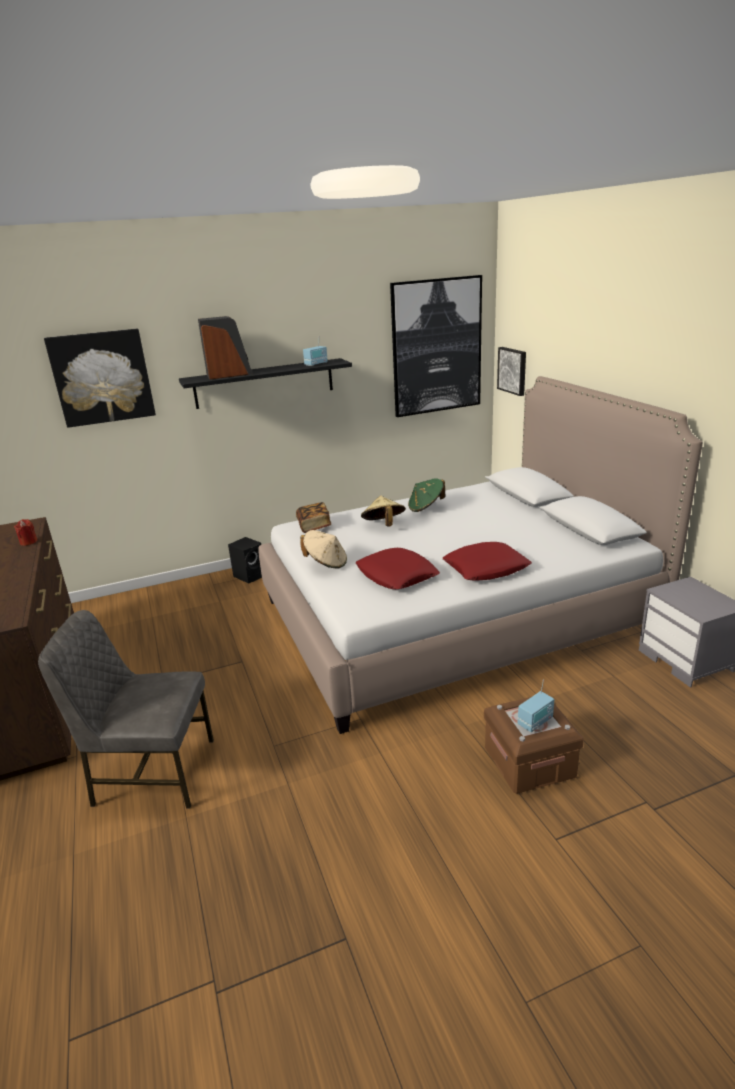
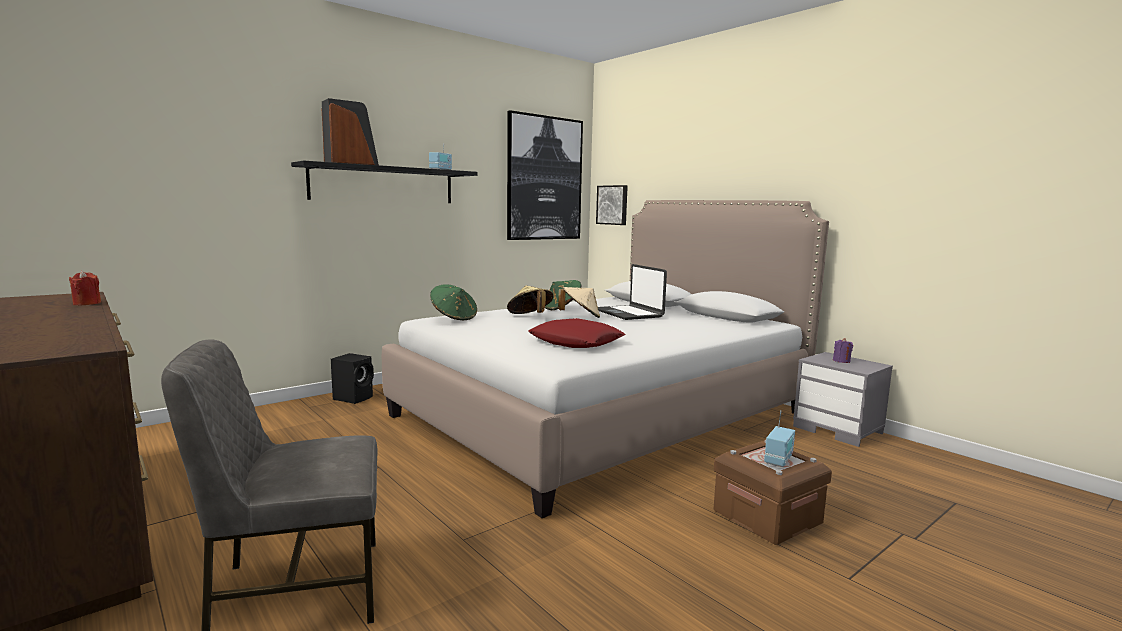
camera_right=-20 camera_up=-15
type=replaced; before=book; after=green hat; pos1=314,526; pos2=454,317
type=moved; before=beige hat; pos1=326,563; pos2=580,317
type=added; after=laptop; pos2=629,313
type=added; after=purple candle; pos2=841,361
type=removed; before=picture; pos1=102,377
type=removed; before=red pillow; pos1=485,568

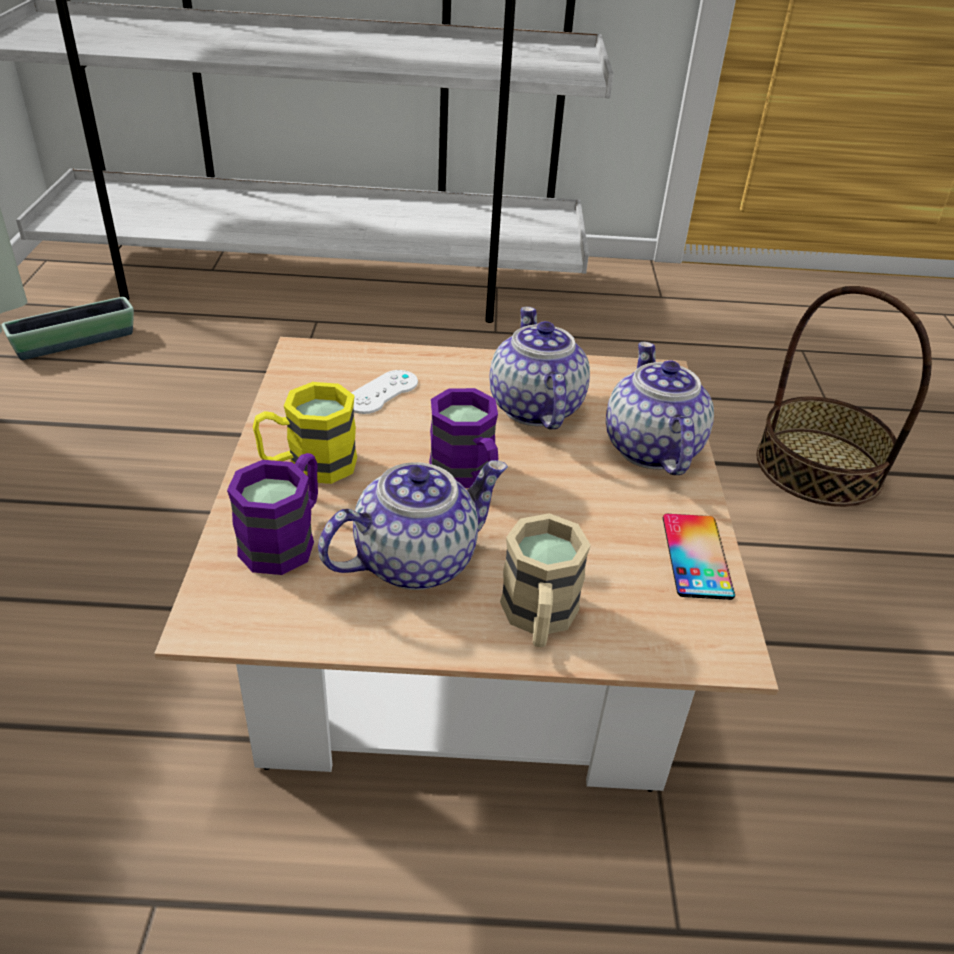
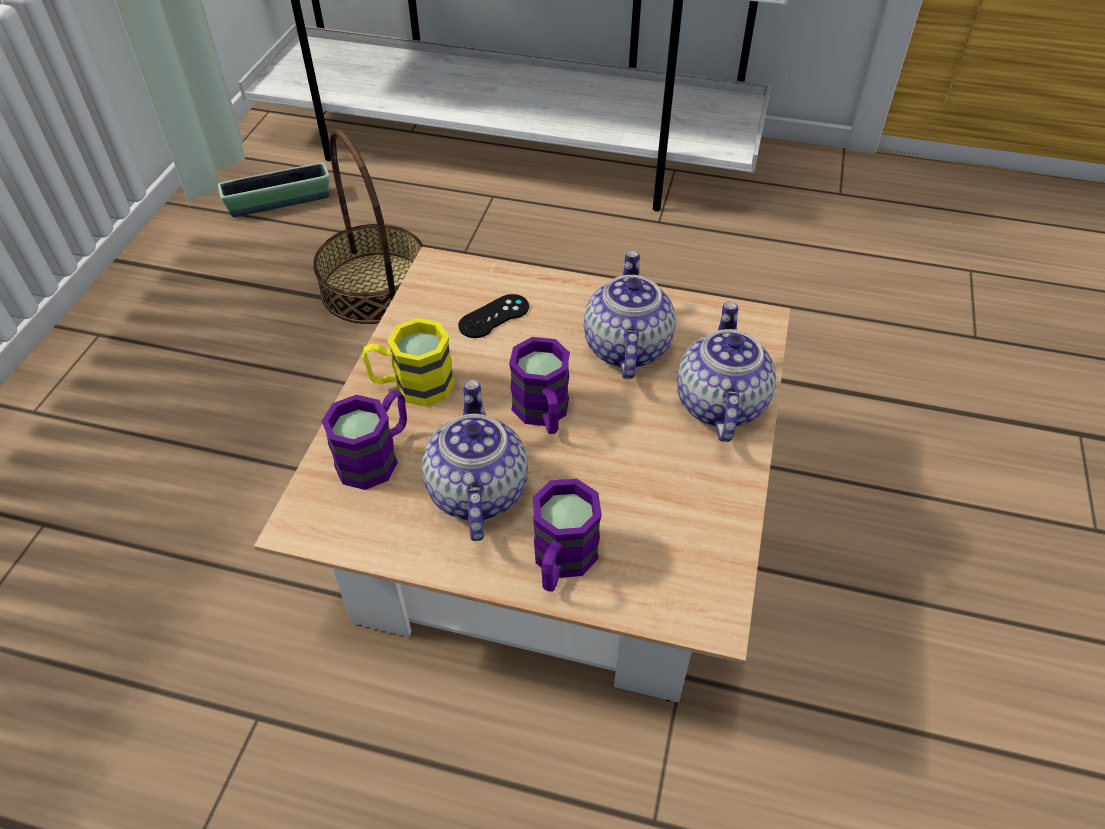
camera_right=15 camera_up=10
type=moved; before=basket; pos1=819,466; pos2=375,287
type=turned; before=teapot; pos1=415,559; pos2=476,490; turn=-75
type=recoloured; before=white game controller; after=black game controller; pos1=382,392; pos2=494,316
type=recoloured; before=beige mug; after=purple mug; pos1=539,619; pos2=561,562
type=removed; before=phone; pos1=696,556

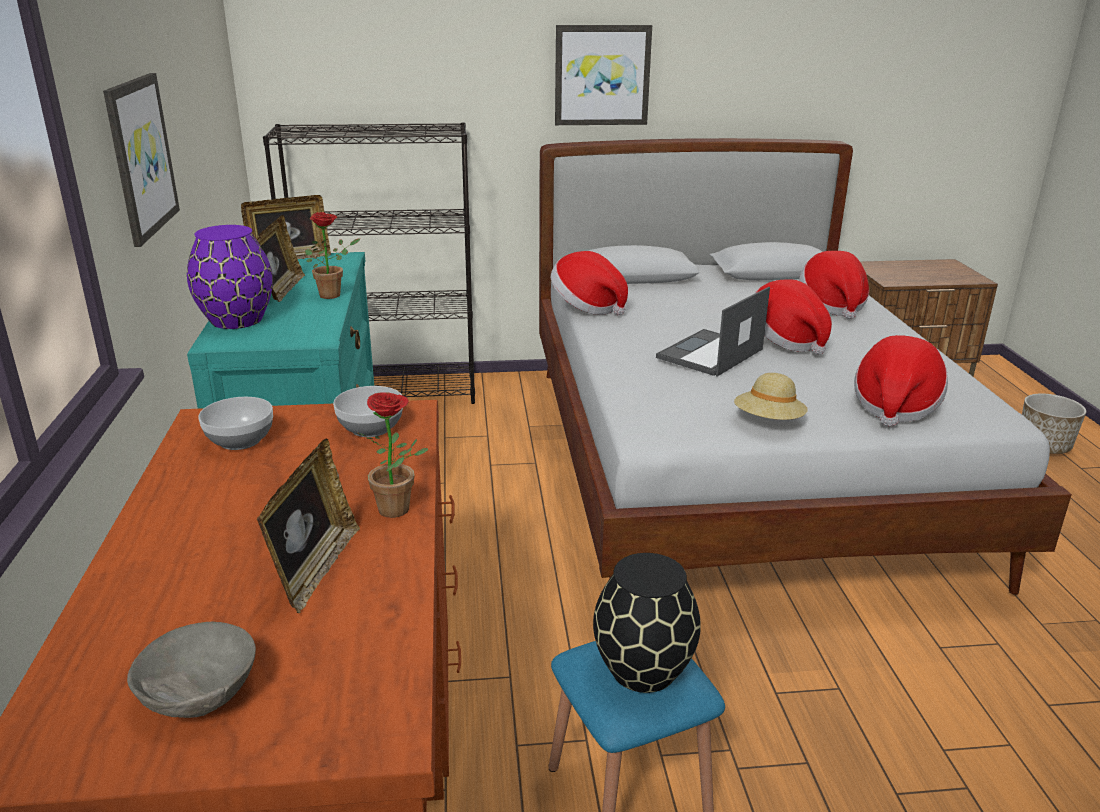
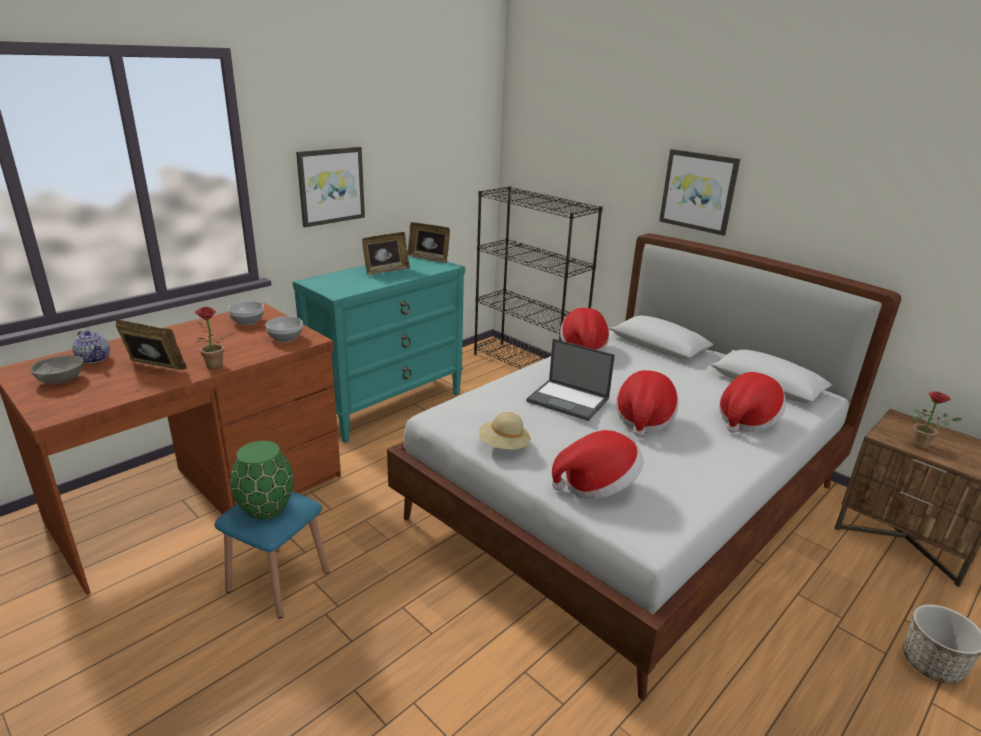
camera_right=50 camera_up=0
type=added; after=teapot; pos2=94,358
type=turned; before=picture frame; pos1=315,569; pos2=154,368; turn=-135
type=recoloured; before=black vase; after=green vase; pos1=644,670; pos2=266,508
type=turned; before=laptop; pos1=709,354; pos2=569,400; turn=-150
type=moved; before=potted plant; pos1=334,294; pos2=923,445
type=removed; before=purple vase; pos1=238,320

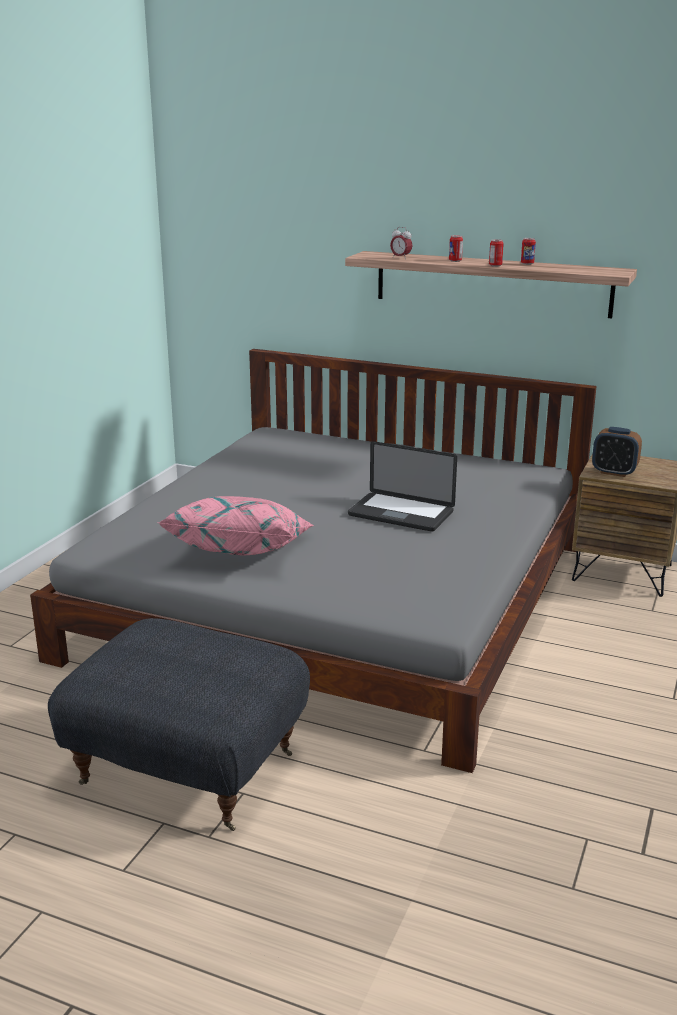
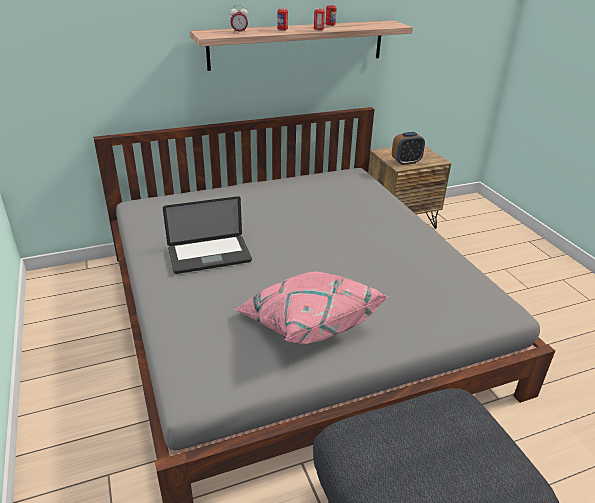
camera_right=-45 camera_up=10
type=moved; before=laptop; pos1=401,513; pos2=209,255

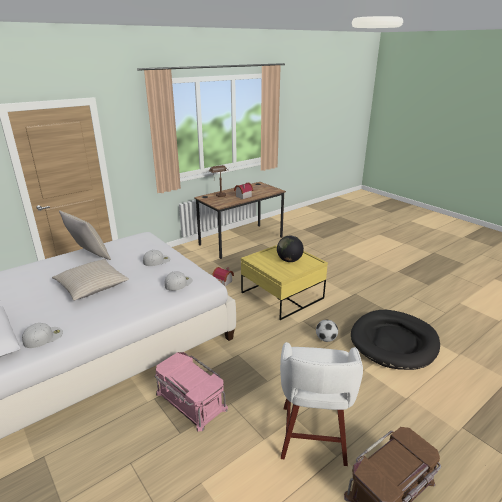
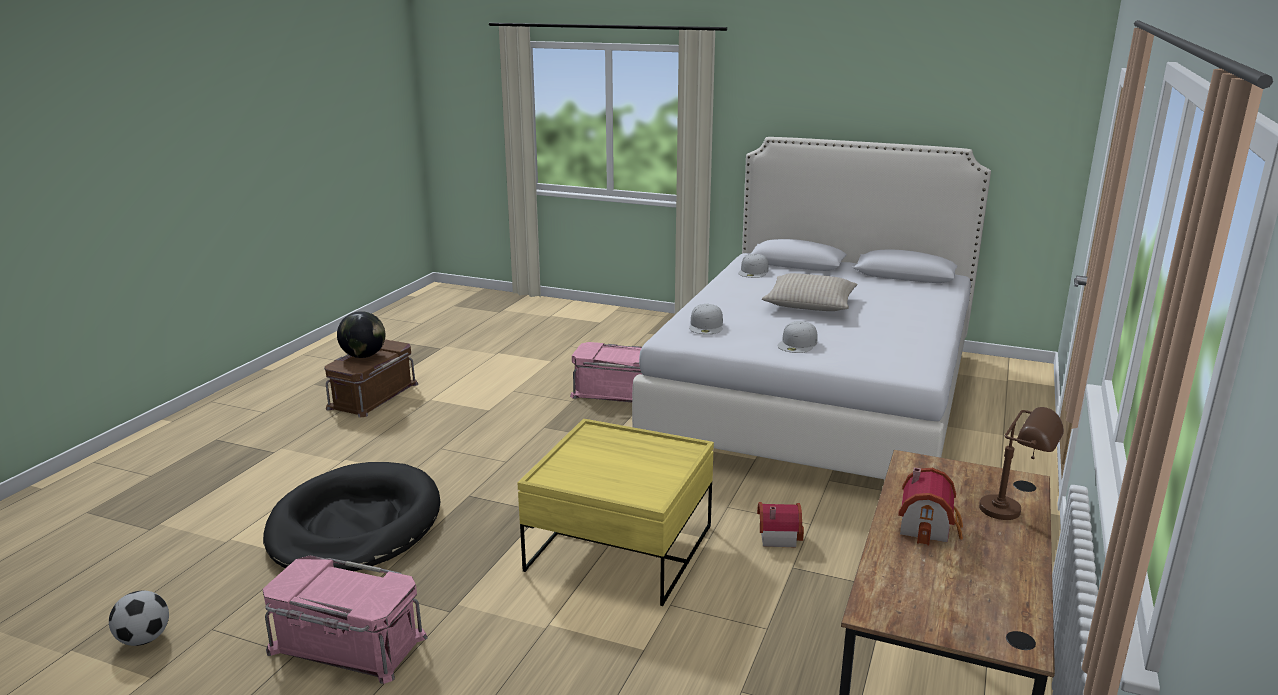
camera_right=150 camera_up=-5
type=moved; before=football; pos1=326,339; pos2=144,639
type=added; after=pink storage box; pos2=346,644
type=moved; before=globe; pos1=289,260; pos2=363,356
type=removed; before=beige pillow; pos1=89,256
type=removed; before=white stool; pos1=313,437

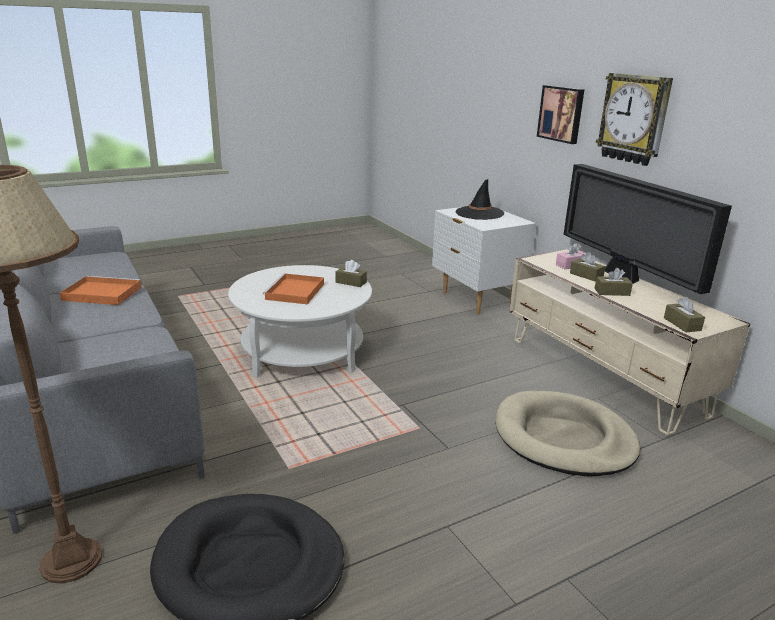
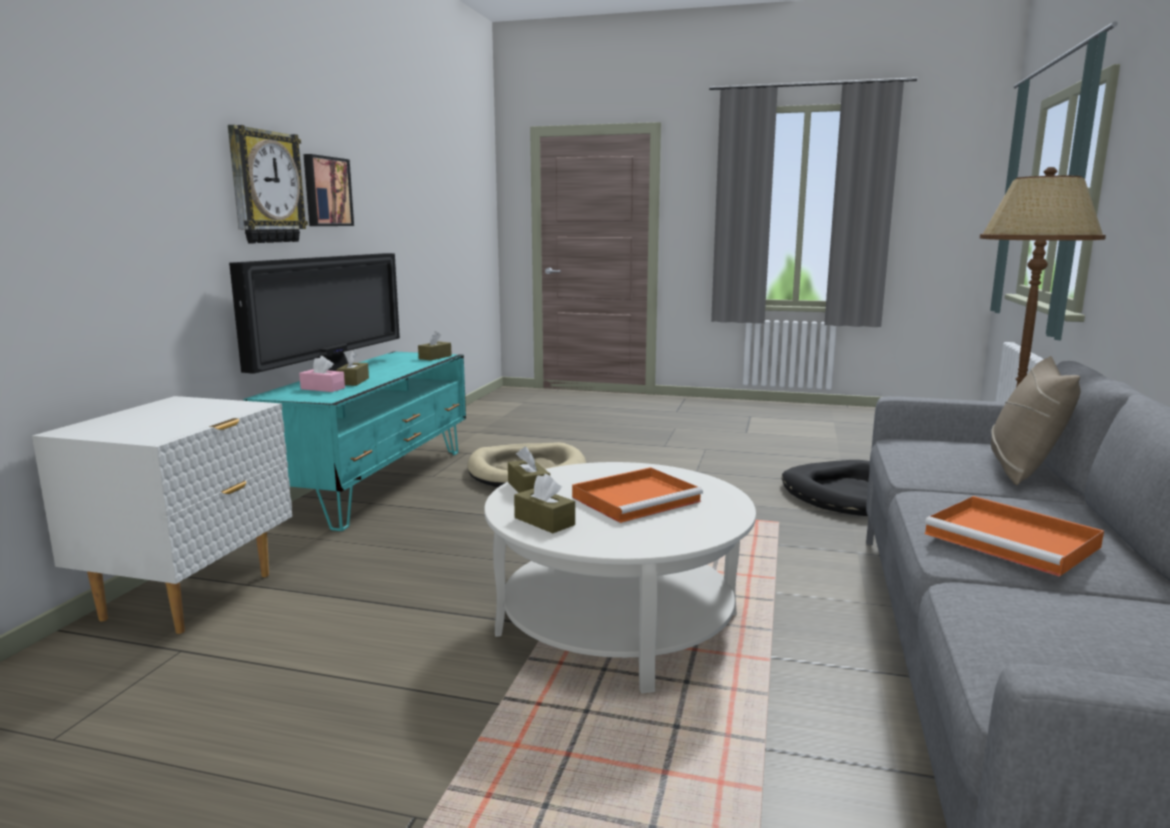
camera_right=-135 camera_up=-10
type=recoloured; before=beige tv stand; after=turquoise tv stand; pos1=603,375; pos2=377,483
type=moved; before=picture; pos1=561,114; pos2=326,191
type=moved; before=brown tissue box; pos1=612,292; pos2=544,521
type=added; after=beige pillow; pos2=1022,469
type=removed; before=black hat; pos1=479,213

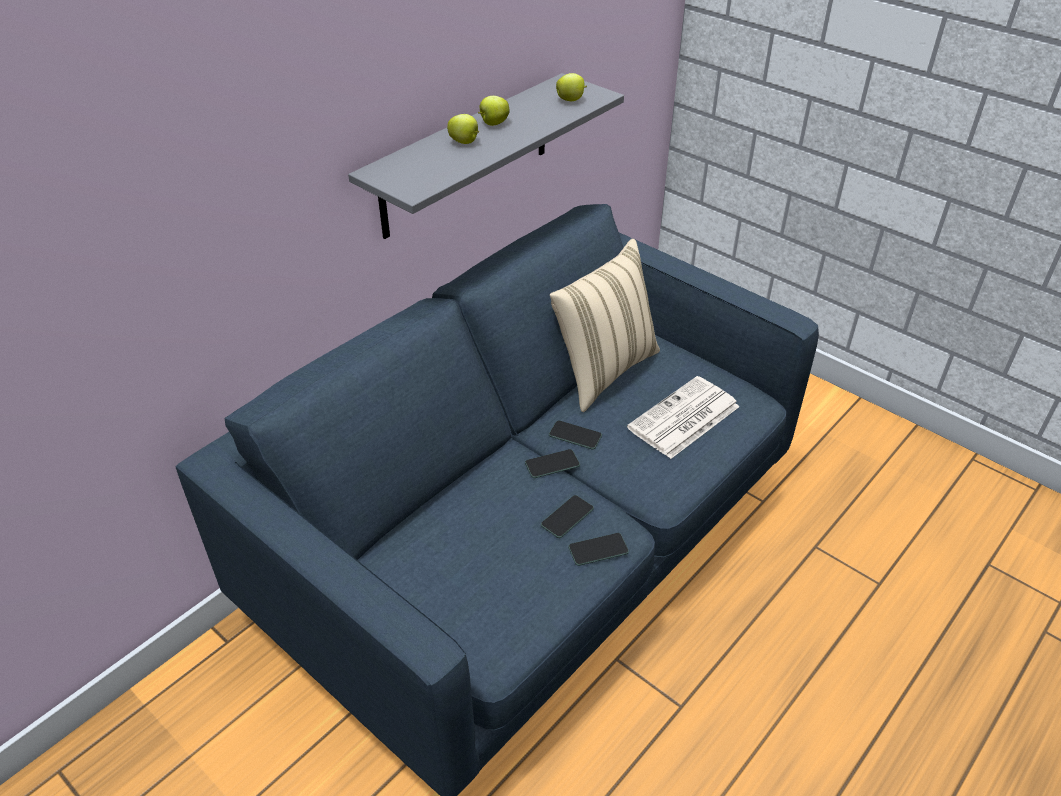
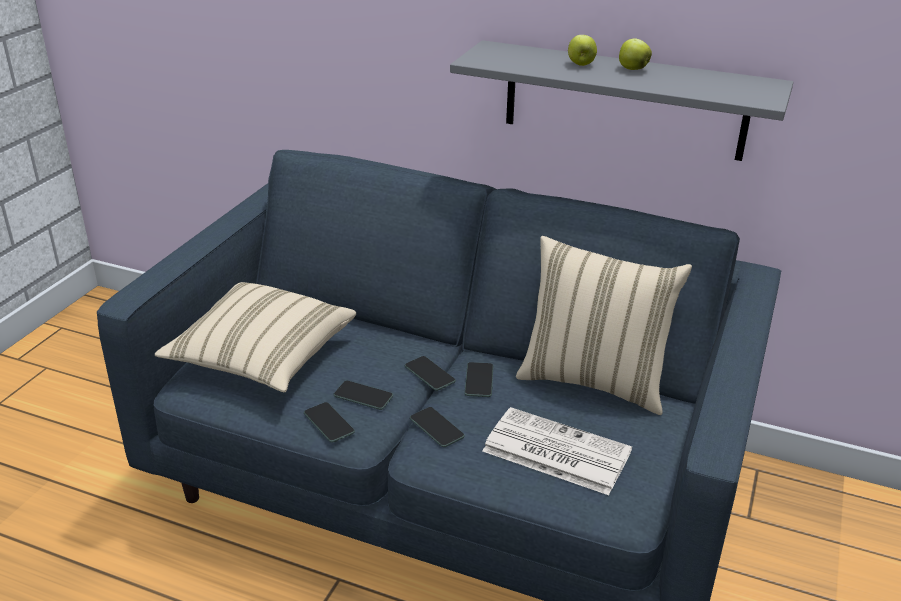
camera_right=70 camera_up=-10
type=added; after=beige pillow; pos2=262,358
type=added; after=phone; pos2=436,427
type=removed; before=apple; pos1=571,100

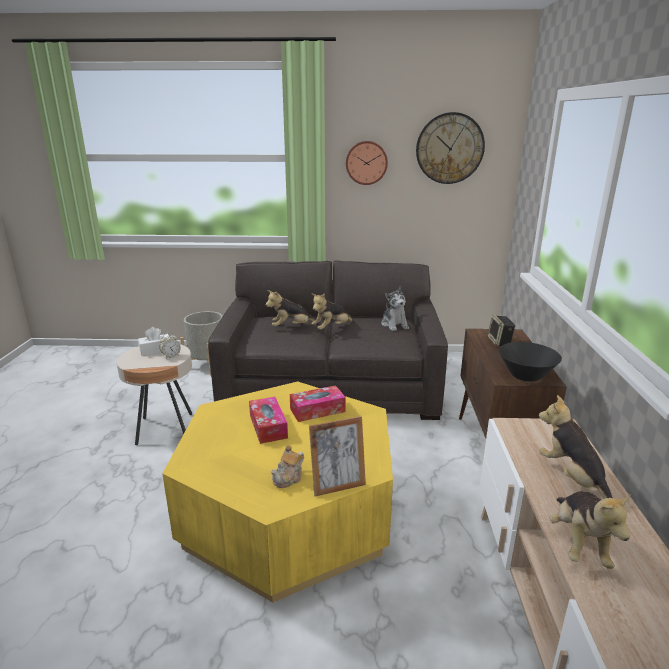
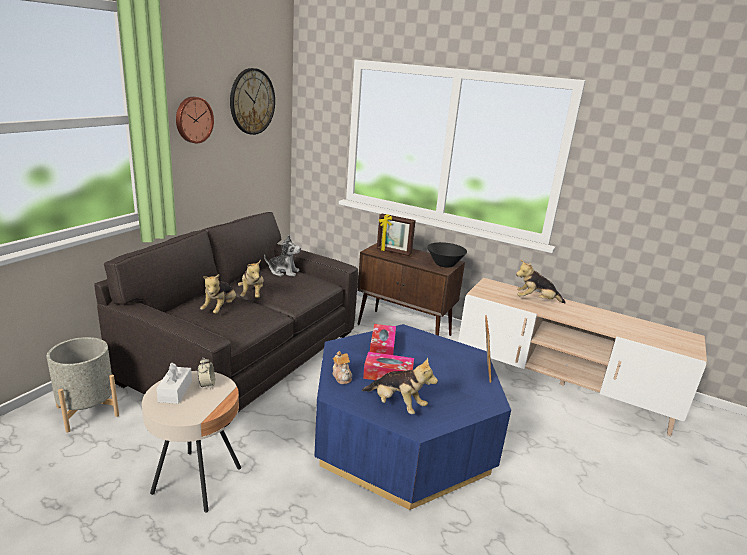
camera_right=-65 camera_up=0
type=recoloured; before=yellow coffee table; after=blue coffee table; pos1=288,512; pos2=402,437
type=moved; before=teapot; pos1=288,478; pos2=342,376
type=moved; before=plush toy; pos1=579,543; pos2=397,405
type=replaced; before=speaker; after=picture frame; pos1=500,342; pos2=393,252

